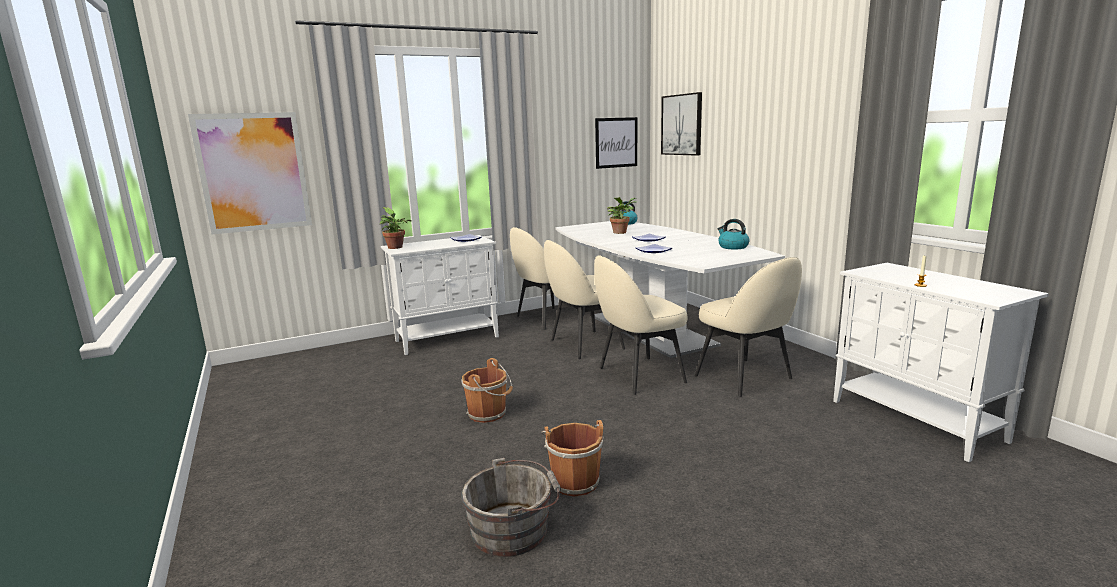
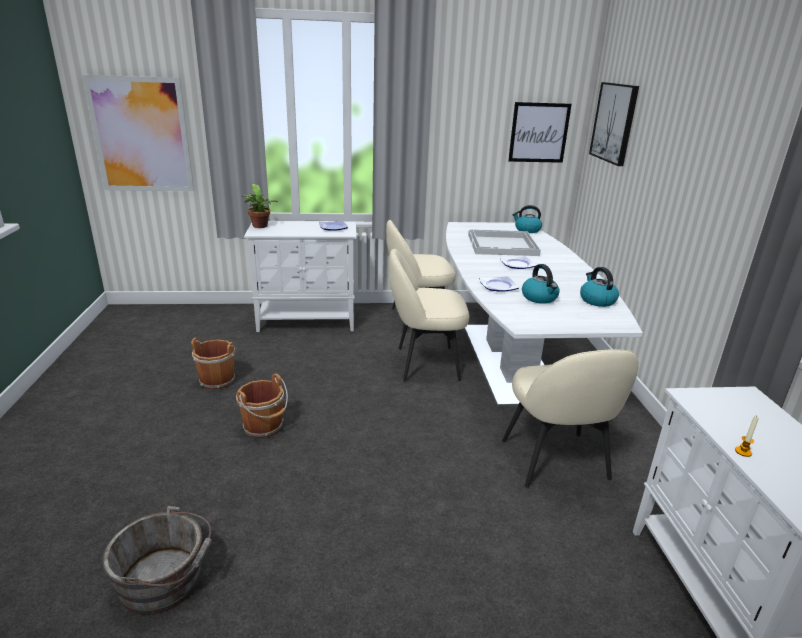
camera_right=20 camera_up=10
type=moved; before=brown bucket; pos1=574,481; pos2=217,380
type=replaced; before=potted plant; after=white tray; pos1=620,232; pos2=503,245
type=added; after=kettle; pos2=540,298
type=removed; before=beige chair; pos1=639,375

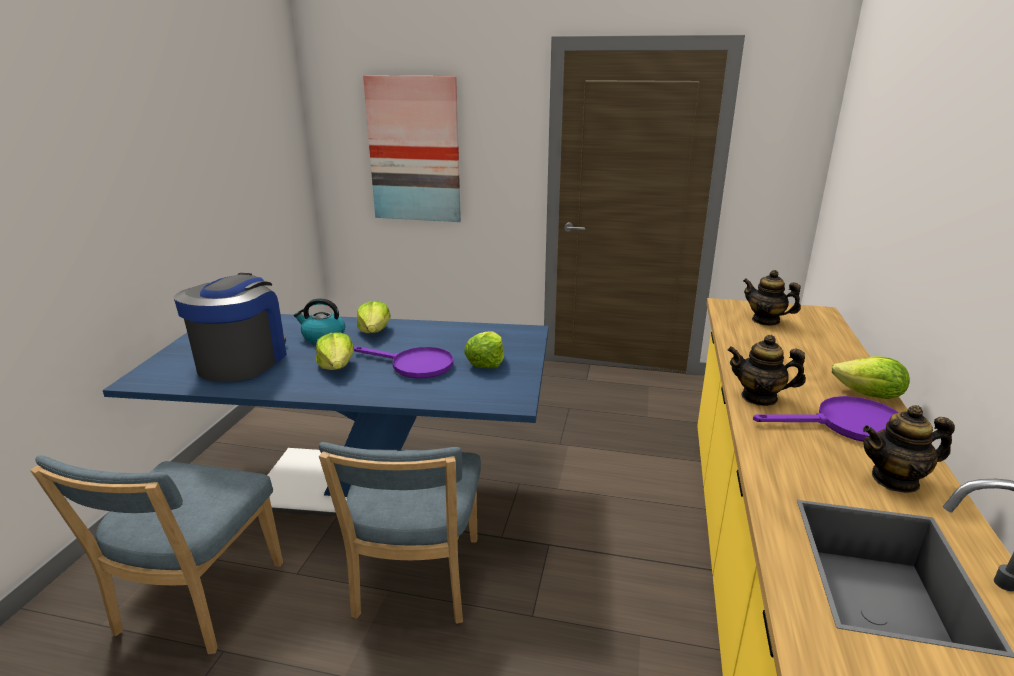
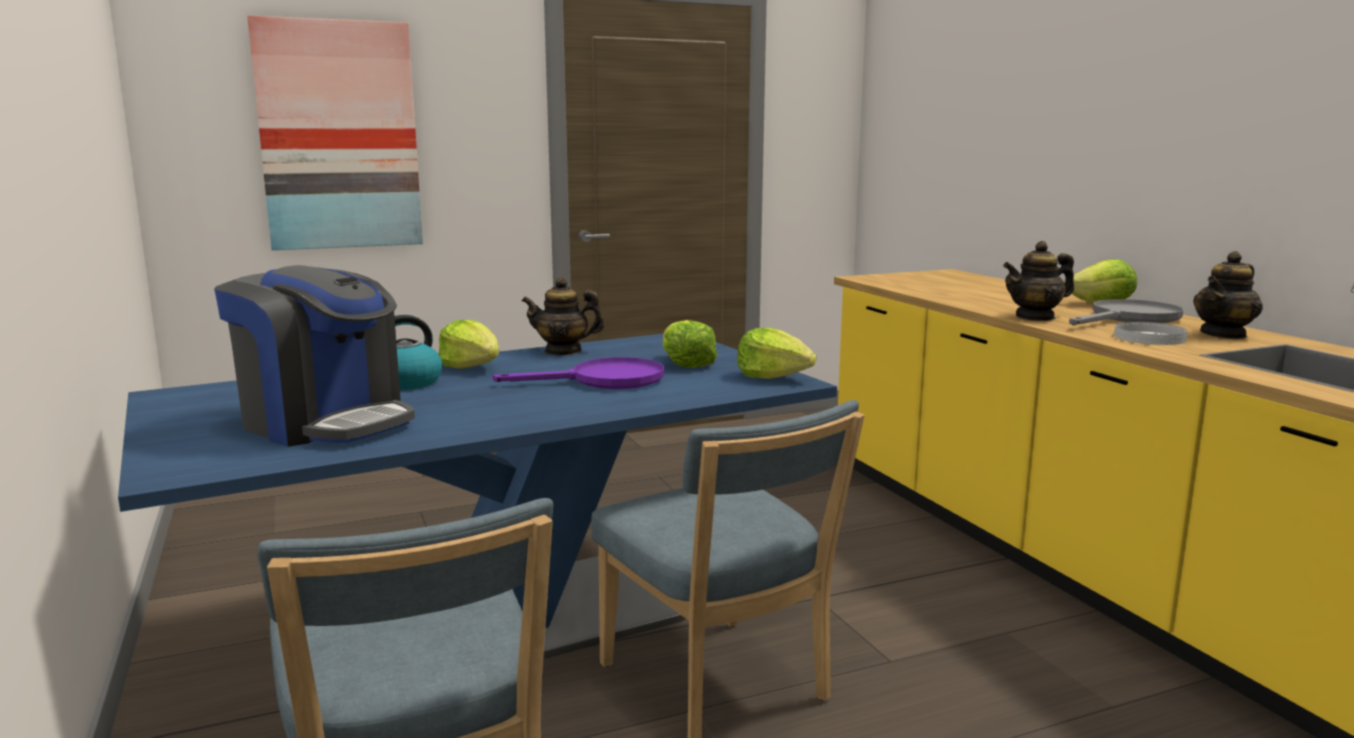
camera_right=-35 camera_up=-10
type=turned; before=coffee machine; pos1=242,360; pos2=325,422; turn=150
type=moved; before=teapot; pos1=765,320; pos2=563,351
type=moved; before=lettuce; pos1=337,366; pos2=773,376
type=recoloured; before=purple frying pan; after=grey frying pan; pos1=848,425; pos2=1129,318
type=added; after=white plate; pos2=1149,337

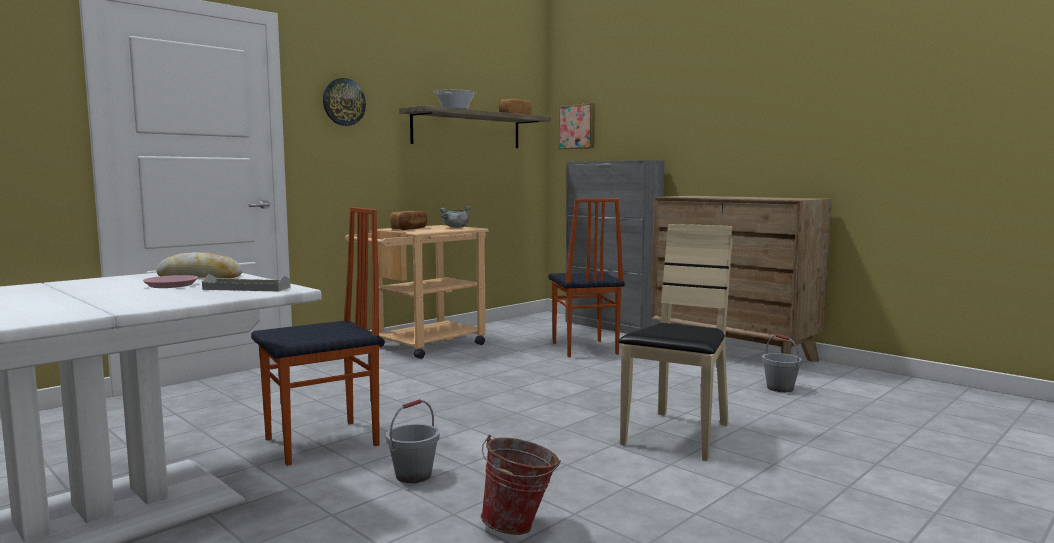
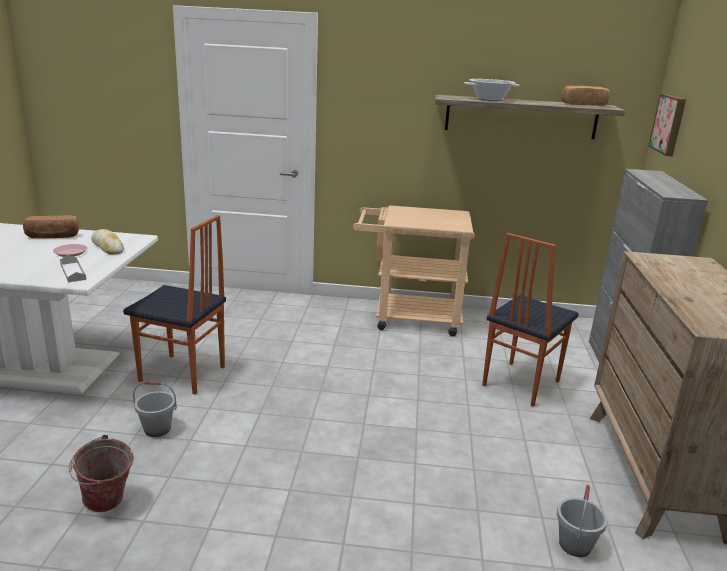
camera_right=50 camera_up=15
type=moved; before=bread; pos1=410,229; pos2=53,236
type=removed; before=wall clock; pos1=343,102
type=removed; before=grey cooking pot; pos1=456,227
type=removed; before=beige chair; pos1=678,435

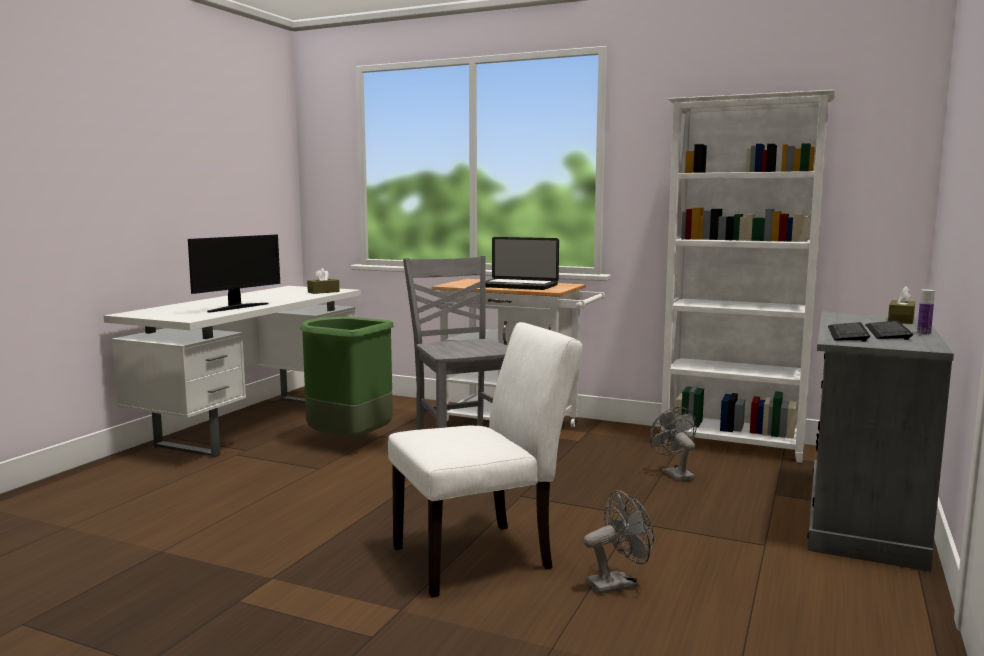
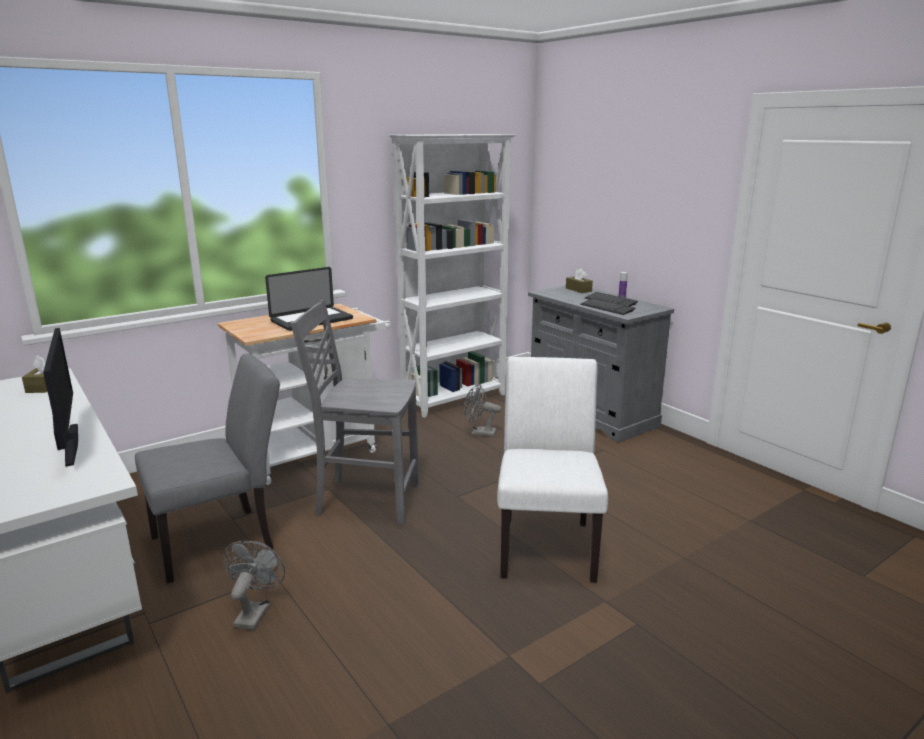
camera_right=-60 camera_up=10
type=replaced; before=green trash can; after=grey chair; pos1=348,442; pos2=223,540
type=moved; before=grey fan; pos1=618,583; pos2=254,612

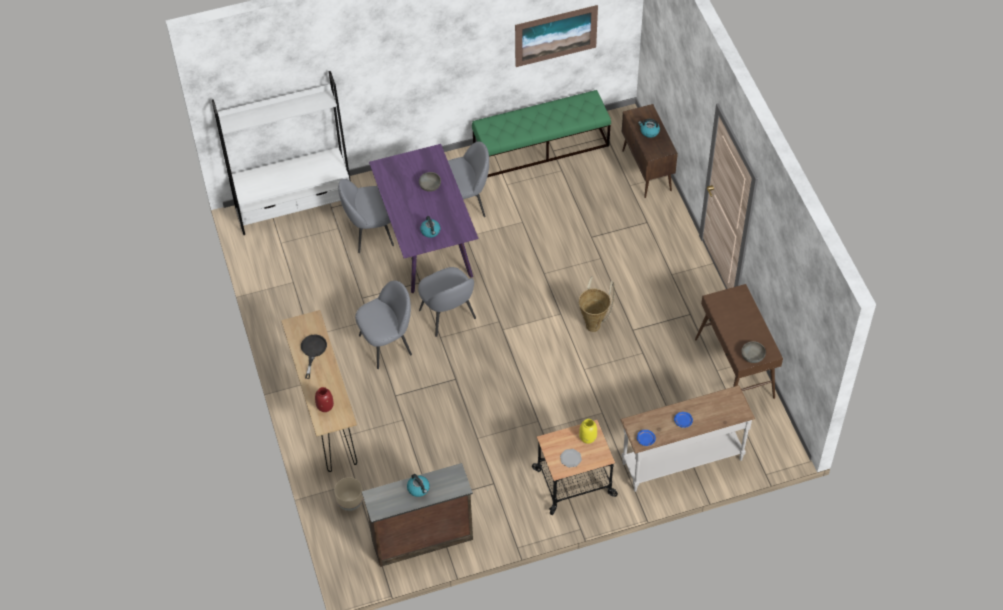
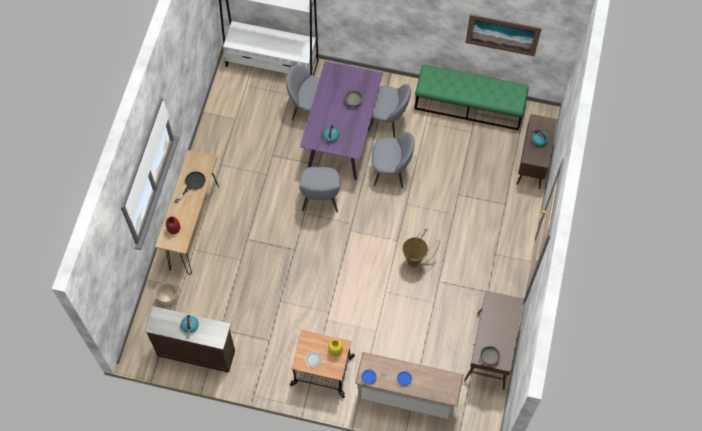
camera_right=30 camera_up=10
type=moved; before=grey chair; pos1=387,344; pos2=390,171

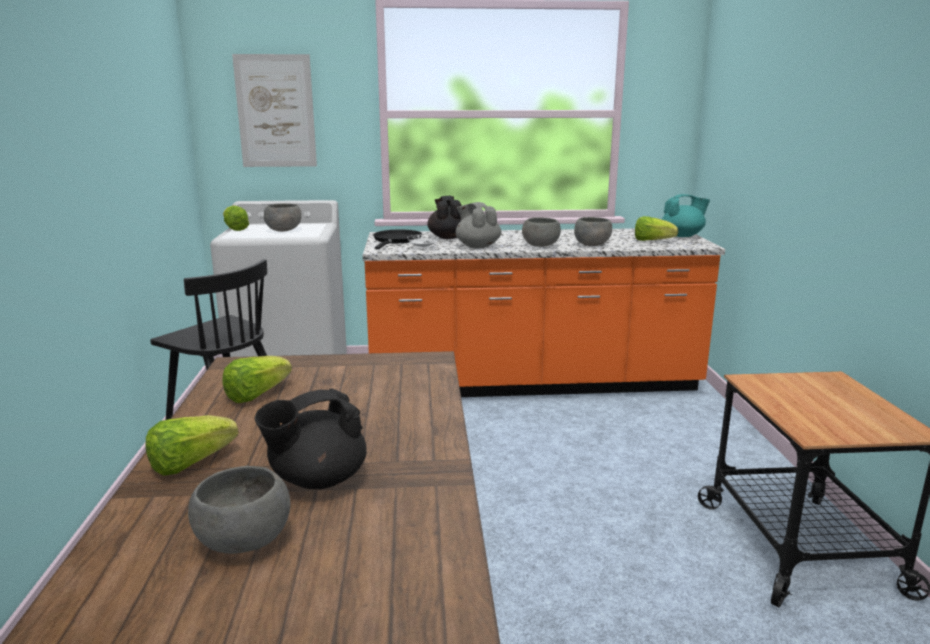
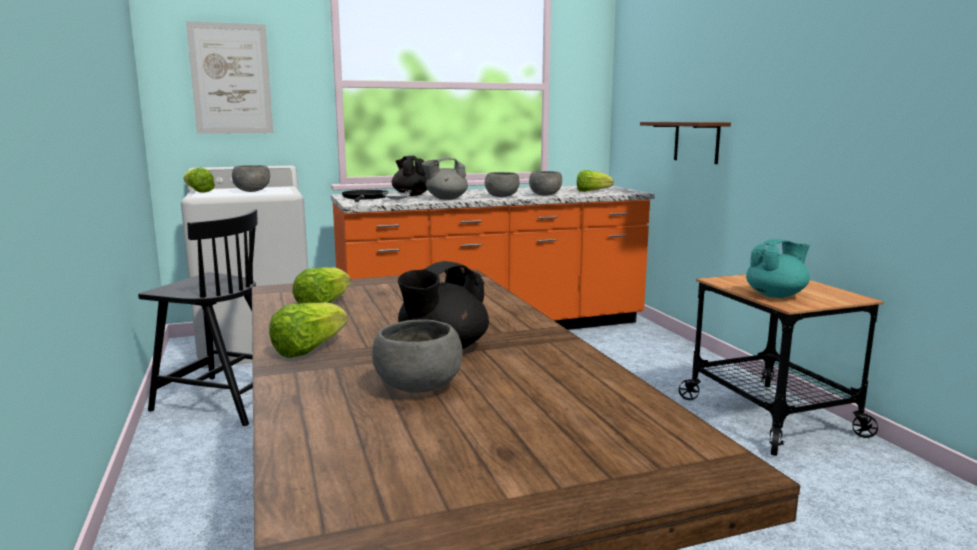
camera_right=-15 camera_up=-5
type=turned; before=grey teapot; pos1=477,246; pos2=446,199; turn=-60
type=added; after=brown shelf; pos2=696,142
type=moved; before=turquoise teapot; pos1=682,236; pos2=776,295

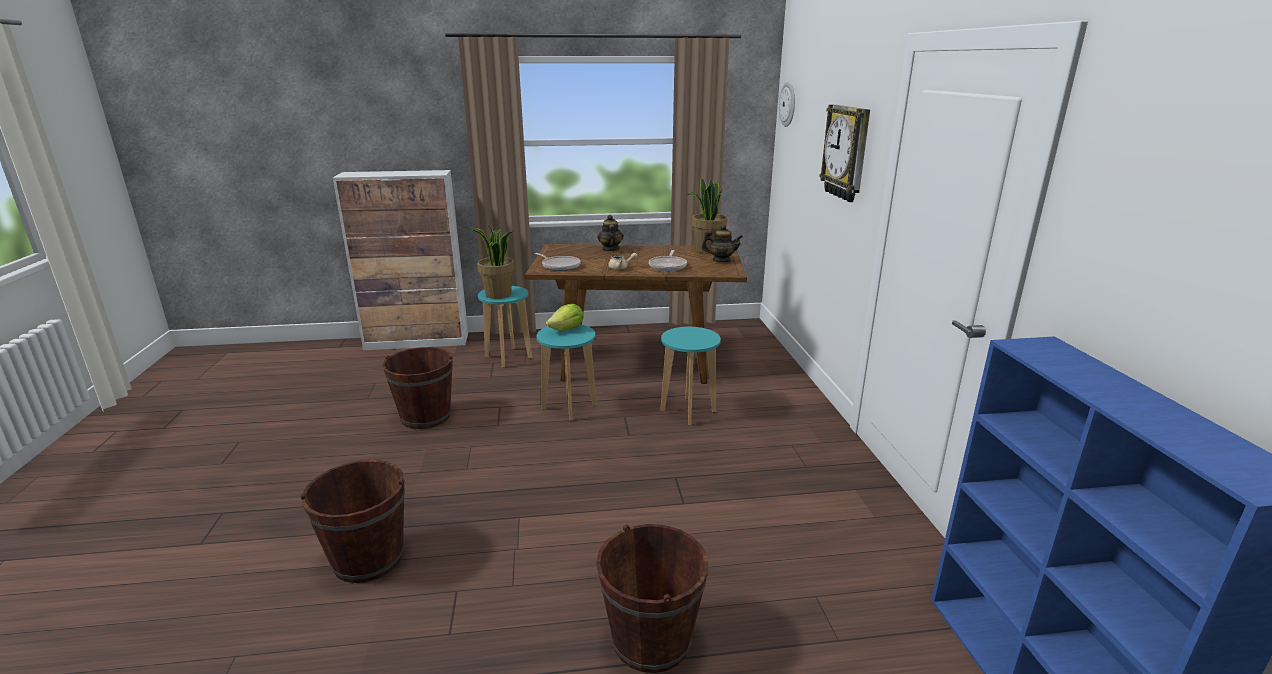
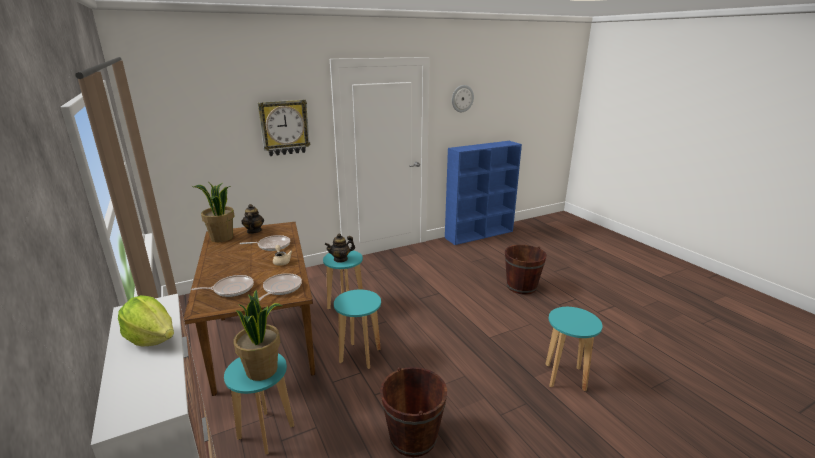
camera_right=-110 camera_up=0
type=moved; before=lettuce; pos1=567,329; pos2=152,338
type=added; after=frying pan; pos2=231,289
type=moved; before=teapot; pos1=610,249; pos2=340,259
type=moved; before=wall clock; pos1=788,104; pos2=462,98
type=replaced; before=brown bucket; after=turquoise stool; pos1=368,558; pos2=565,377

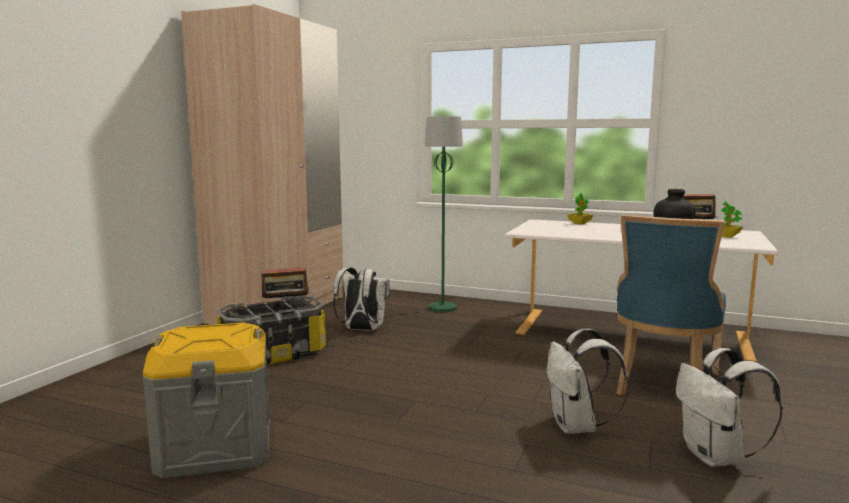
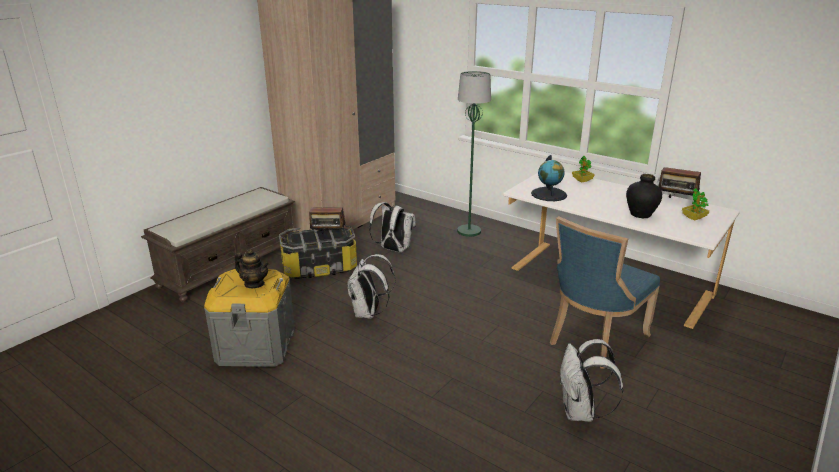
camera_right=15 camera_up=15
type=added; after=brown bench; pos2=230,266
type=added; after=teapot; pos2=254,284
type=moved; before=white backpack; pos1=577,427; pos2=368,313
type=added; after=globe; pos2=549,194

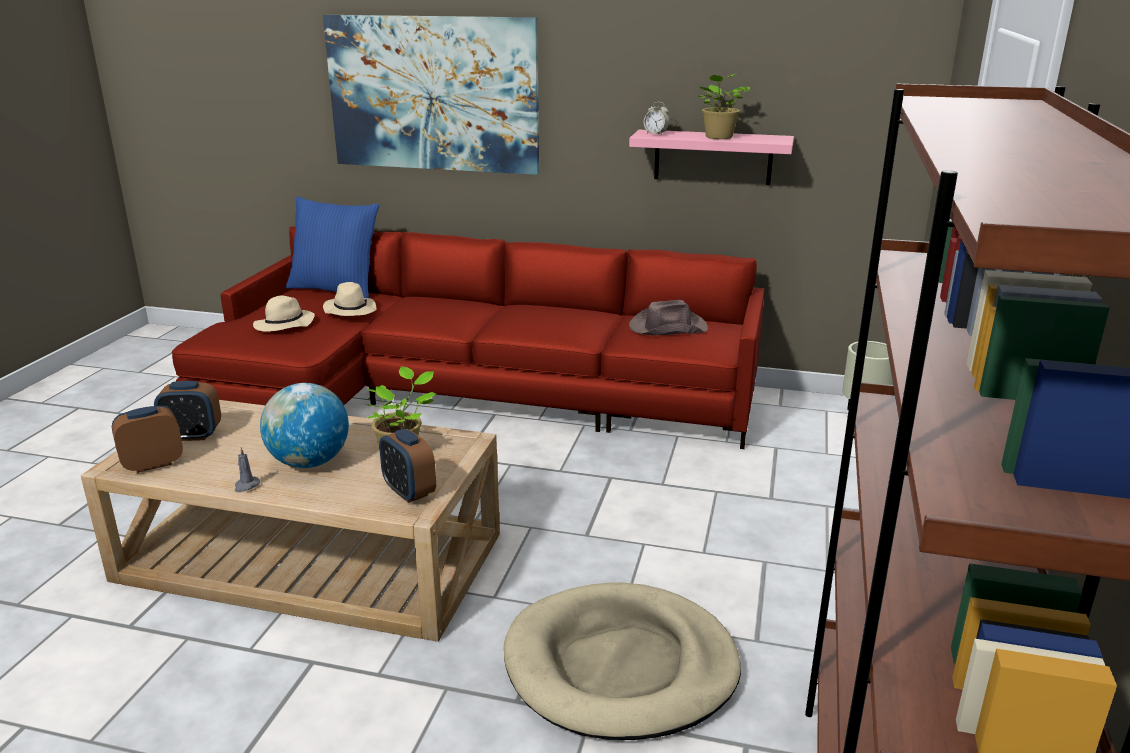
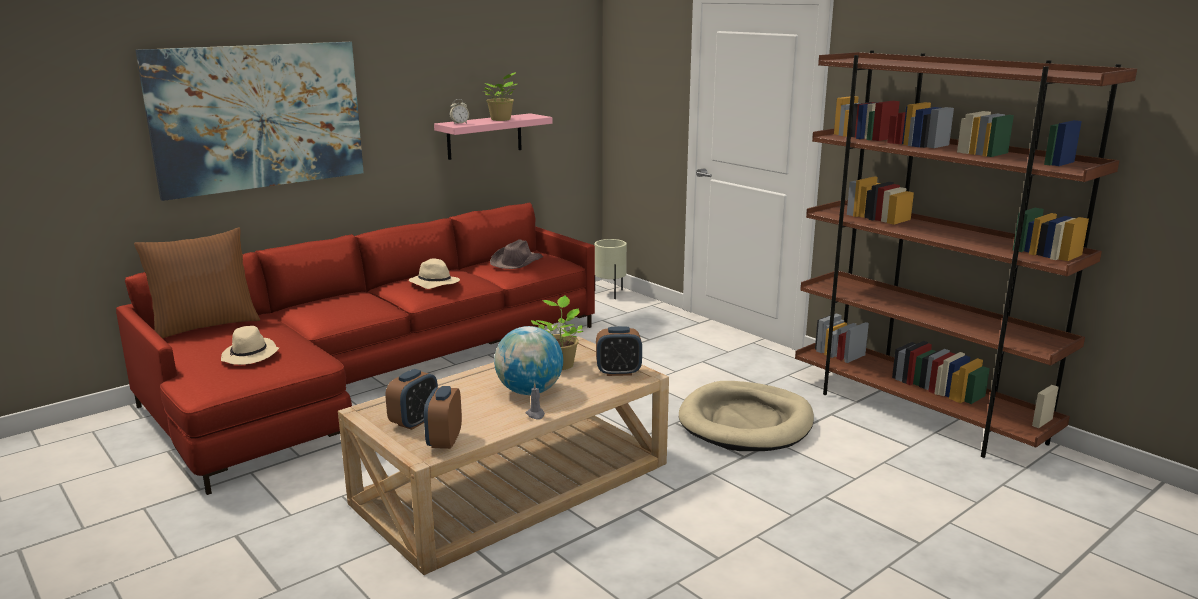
camera_right=-55 camera_up=-5
type=recoloured; before=blue pillow; after=brown pillow; pos1=336,289; pos2=205,325
type=moved; before=beige hat; pos1=350,310; pos2=433,283

